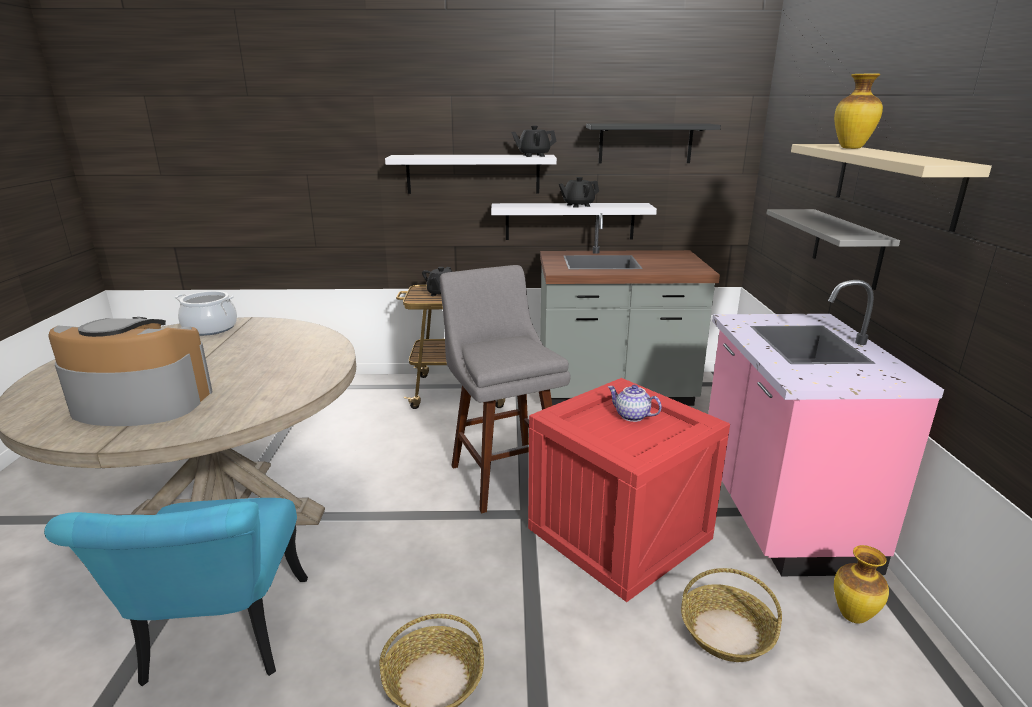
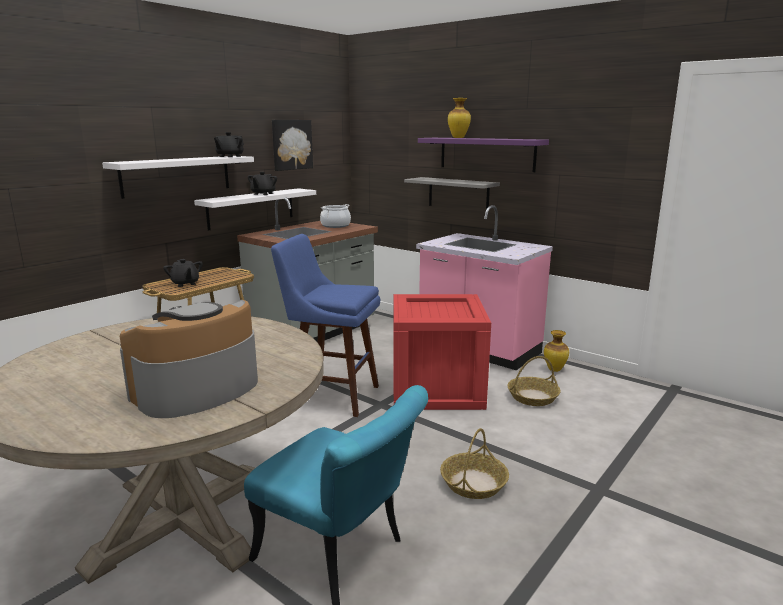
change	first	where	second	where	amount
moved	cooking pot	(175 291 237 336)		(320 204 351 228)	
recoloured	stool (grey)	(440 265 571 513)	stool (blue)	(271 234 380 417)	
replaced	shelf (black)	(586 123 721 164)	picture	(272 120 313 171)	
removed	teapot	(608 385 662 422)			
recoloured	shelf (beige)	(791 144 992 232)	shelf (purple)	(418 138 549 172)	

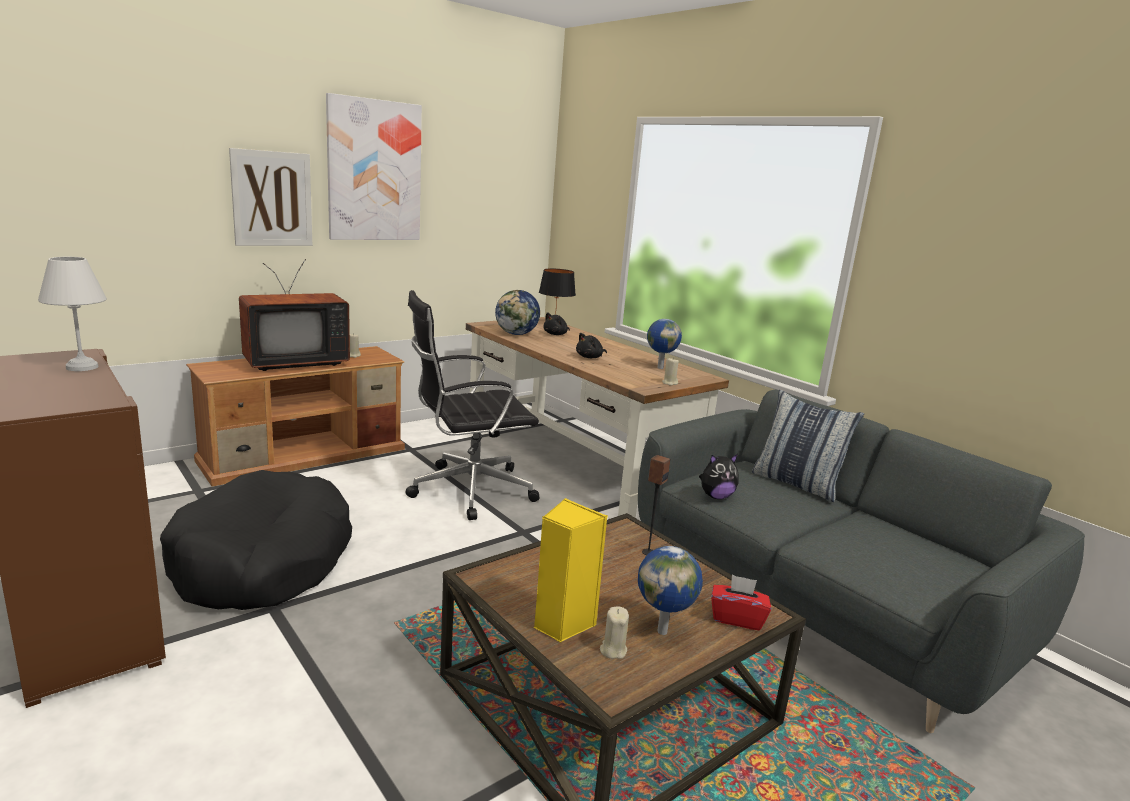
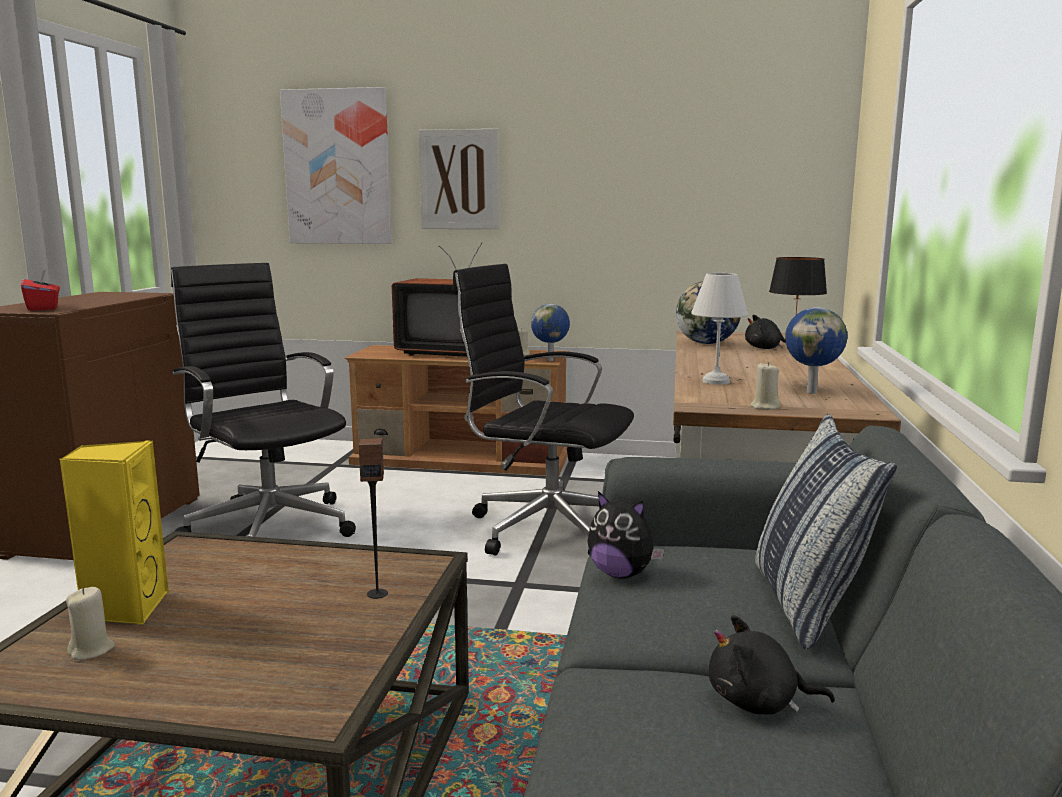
change	first	where	second	where	amount
moved	table lamp (white)	(38 257 107 371)		(691 273 748 385)	
replaced	dog bed (black)	(160 470 352 610)	office chair (black)	(171 263 356 537)	
moved	picture	(326 93 422 240)		(280 87 392 244)	
moved	plush toy (black)	(576 333 607 358)		(709 615 835 715)	
moved	globe	(638 546 703 635)		(531 304 570 361)	
moved	tissue box (red)	(711 575 771 630)		(21 270 60 311)	

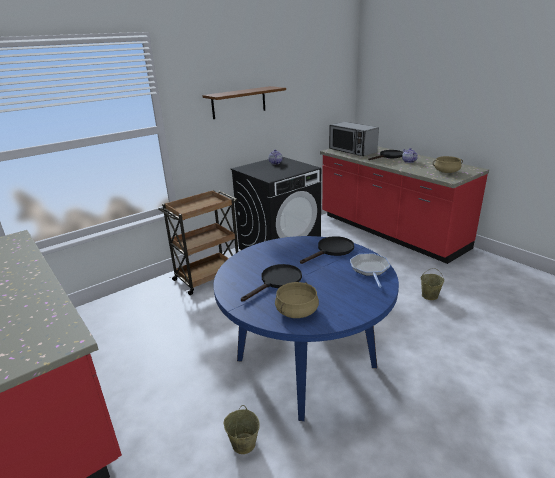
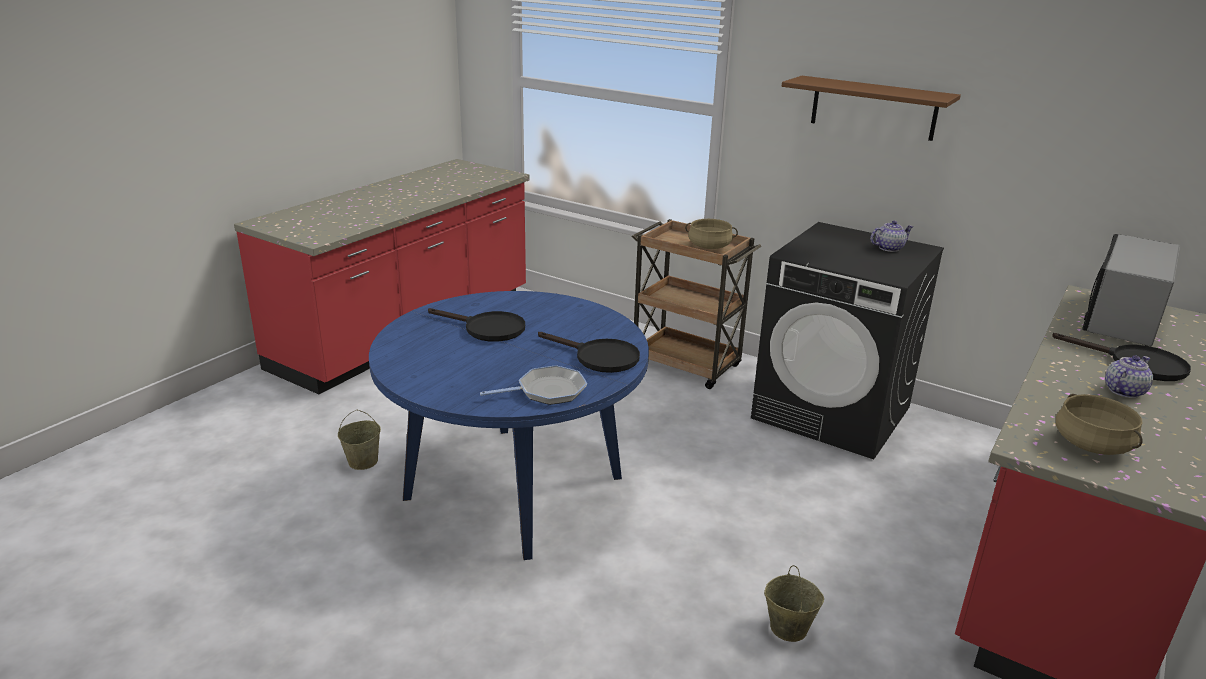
change	first	where	second	where	amount
moved	cooking pot (beige)	(275 282 319 318)		(685 219 738 249)	

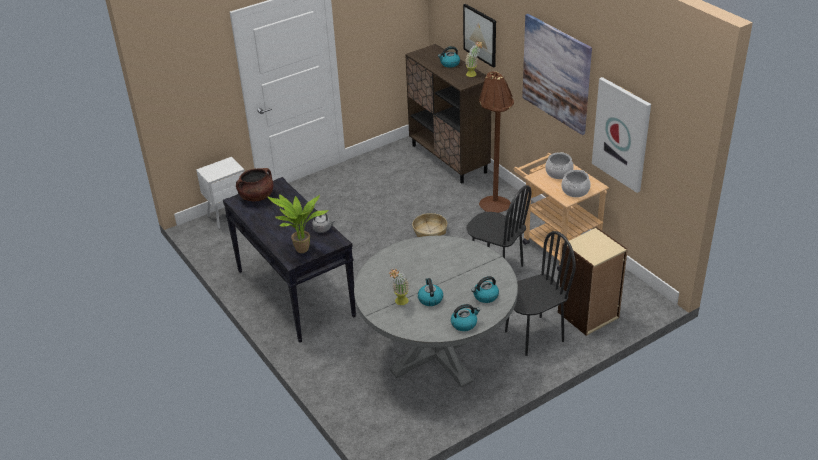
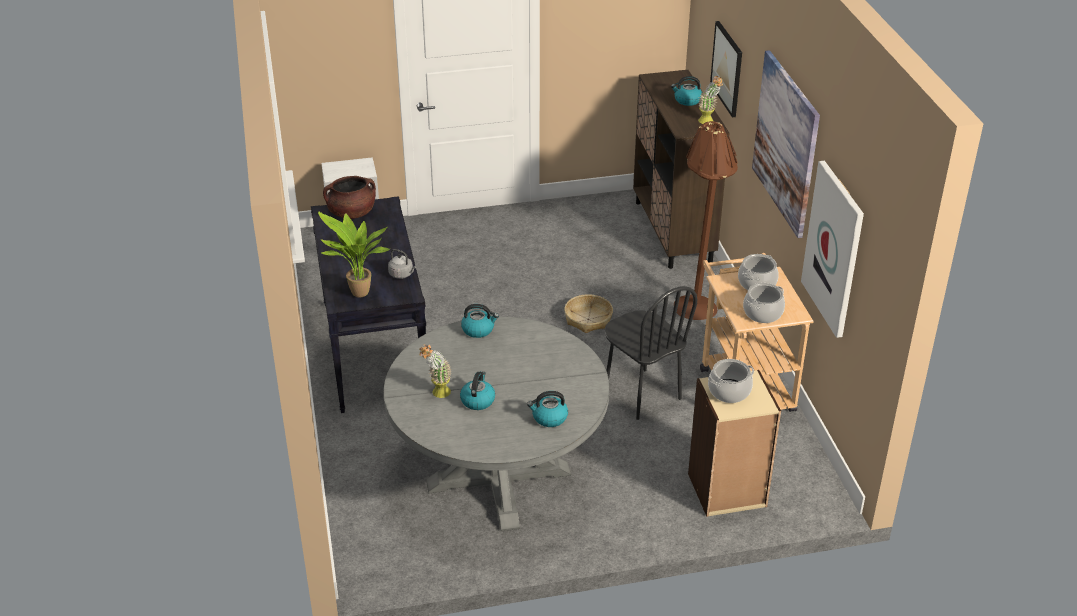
change	first	where	second	where	amount
moved	kettle	(451 304 480 331)		(461 304 499 338)	
removed	chair (black)	(505 231 576 356)			
added			cooking pot	(708 359 754 403)	

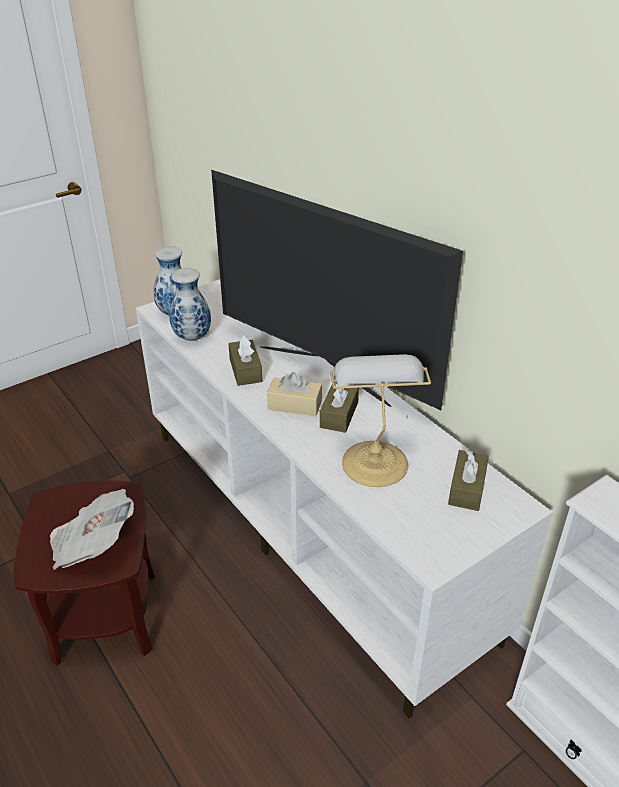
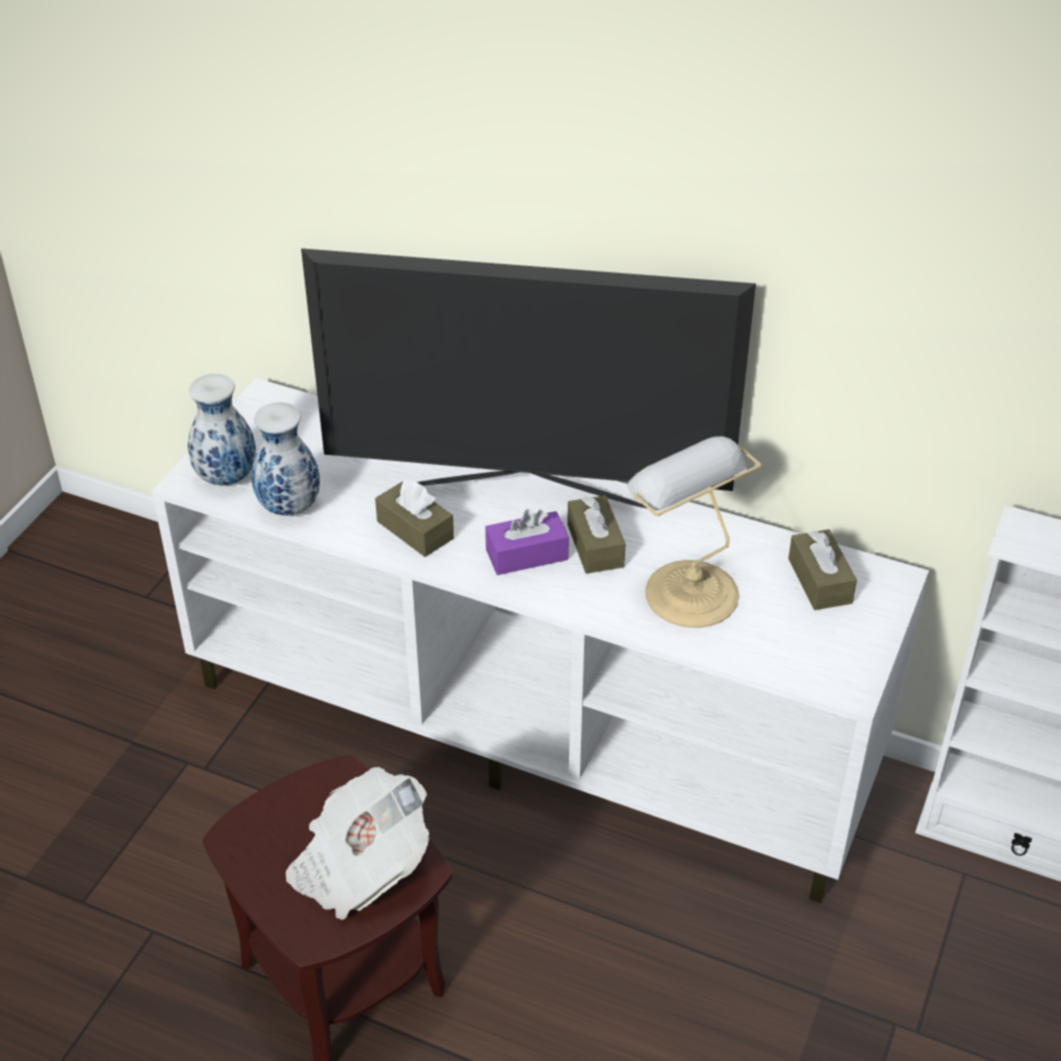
change	first	where	second	where	amount
recoloured	tissue box (beige)	(267 372 322 416)	tissue box (purple)	(485 509 569 575)	

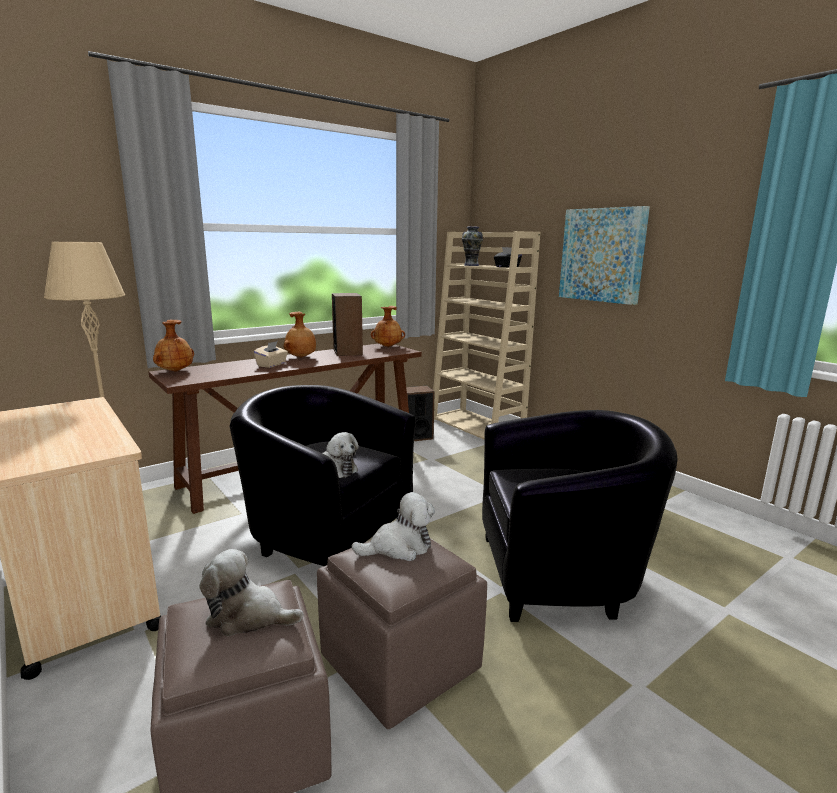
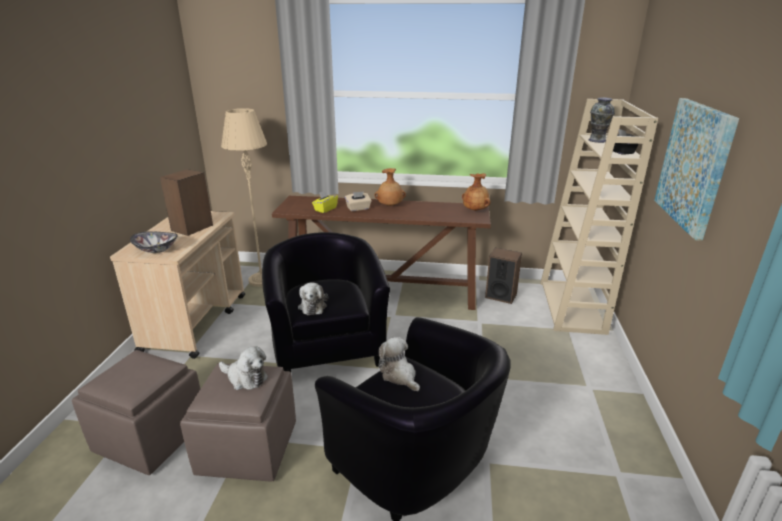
change	first	where	second	where	amount
removed	vase (brown)	(153 320 194 372)			
moved	plush toy	(199 549 304 636)		(379 337 420 391)	
moved	speaker	(332 293 363 356)		(160 169 213 236)	
added			bowl	(130 231 178 253)	
added			tissue box (yellow)	(312 190 338 213)	

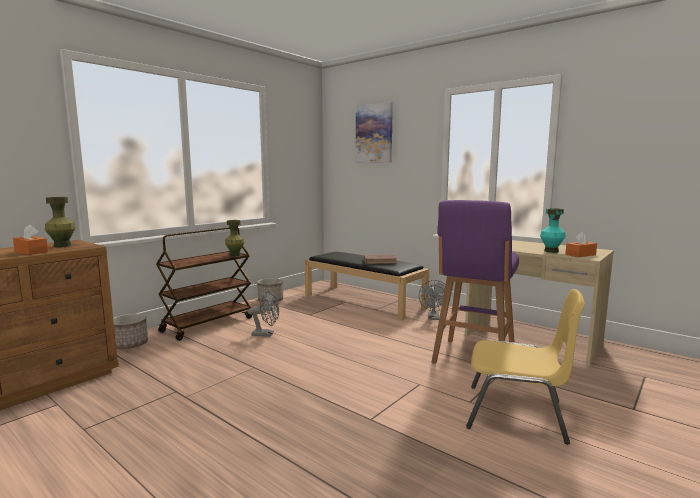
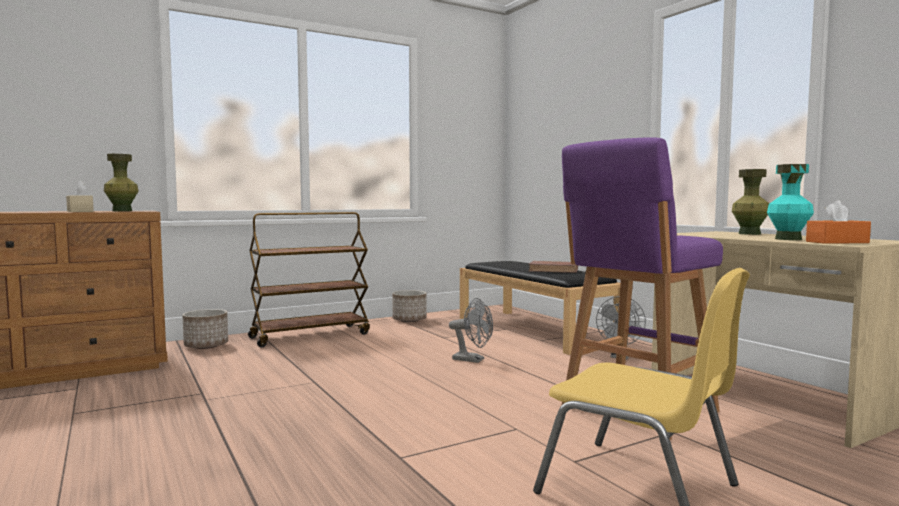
change	first	where	second	where	amount
recoloured	tissue box (orange)	(13 225 48 255)	tissue box (beige)	(66 180 94 212)	
moved	vase (green)	(225 220 244 257)		(732 169 769 235)	
moved	fan (grey)	(247 292 279 336)		(449 298 493 363)	
removed	picture	(356 102 393 163)			

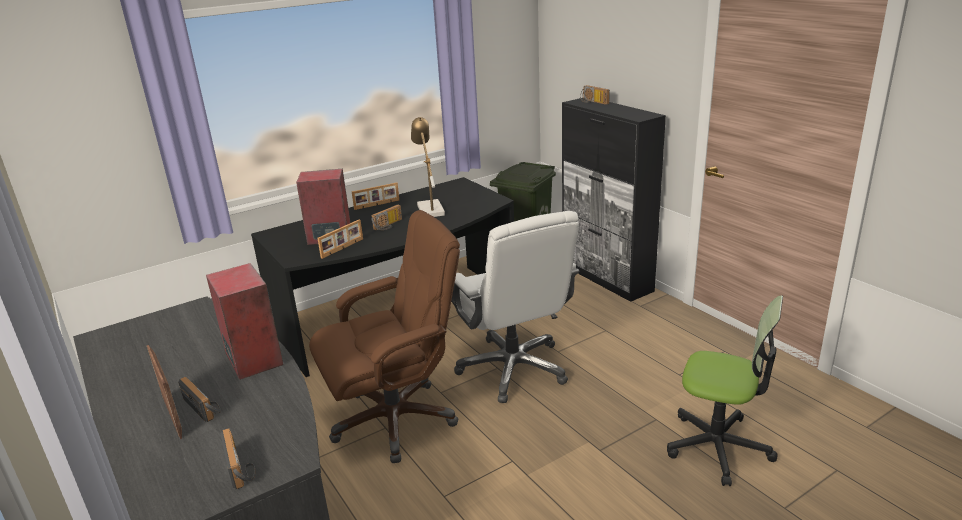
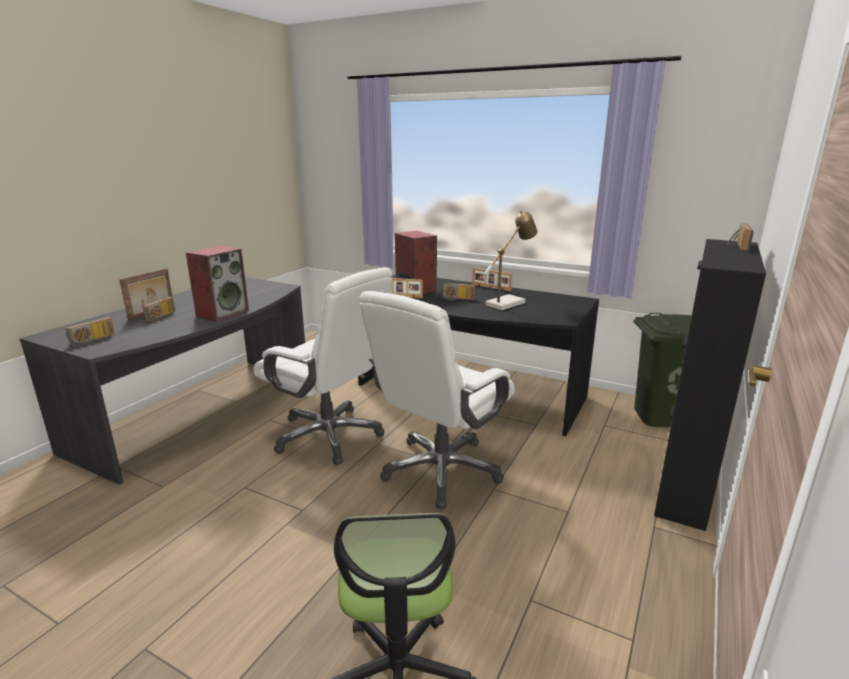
change	first	where	second	where	amount
recoloured	office chair (brown)	(309 210 460 463)	office chair (white)	(253 267 392 465)	

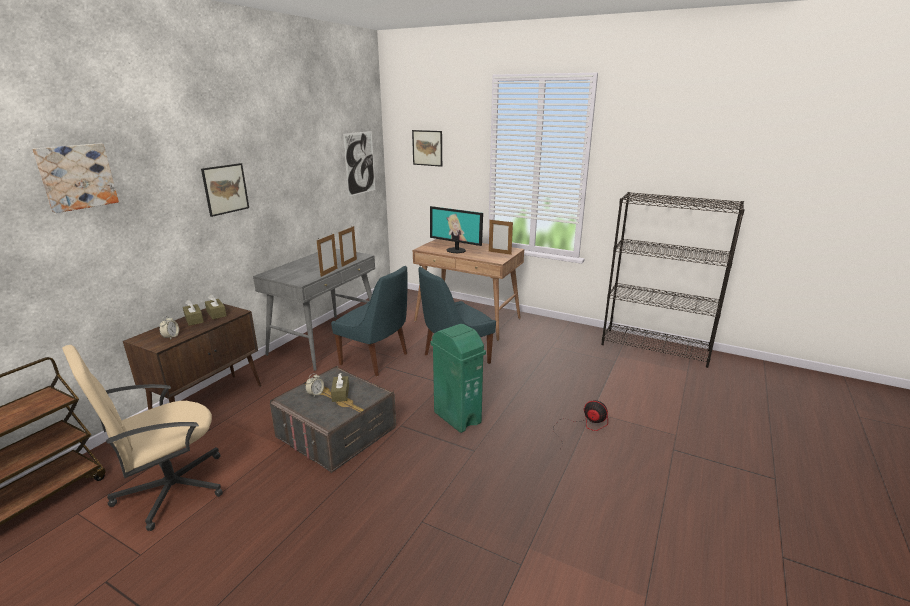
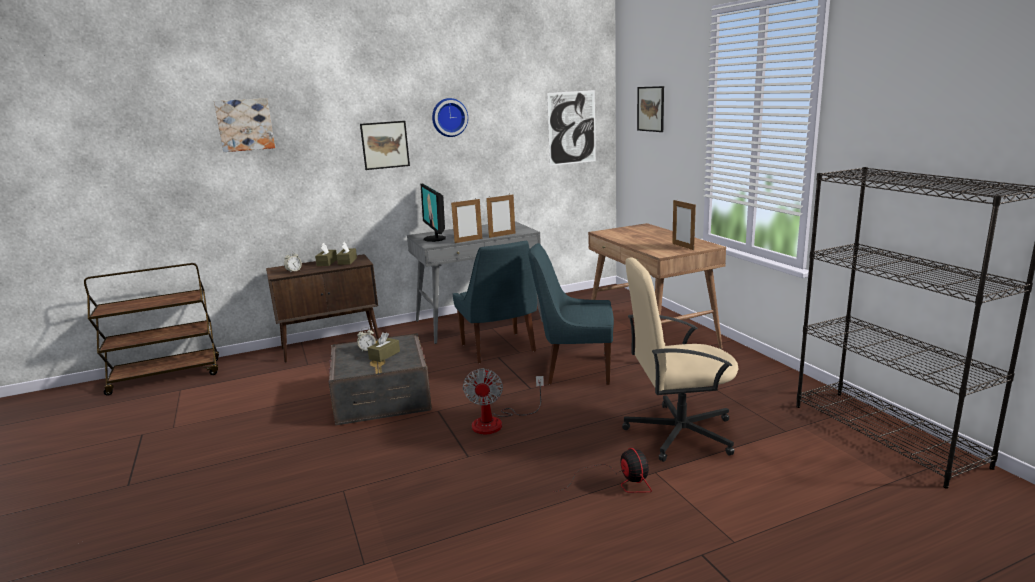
change	first	where	second	where	amount
moved	office chair (beige)	(62 345 223 531)		(622 257 738 462)	
moved	monitor	(430 206 483 253)		(421 184 446 242)	
replaced	trash can (green)	(430 324 486 433)	fan	(463 368 544 434)	
added			wall clock	(432 98 468 137)	

